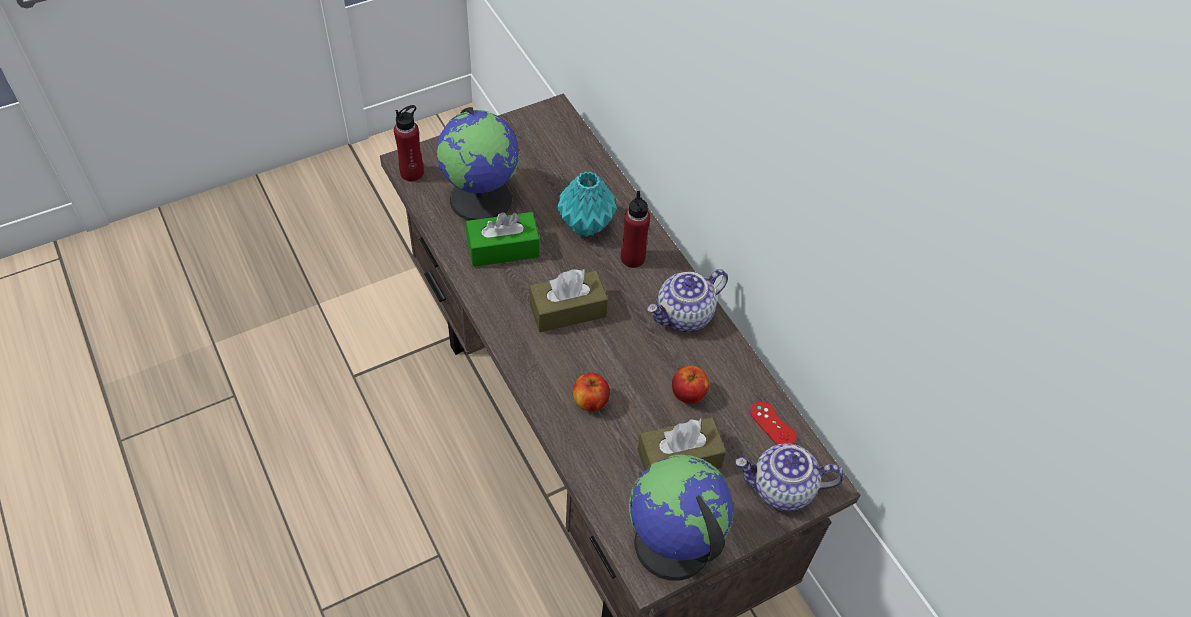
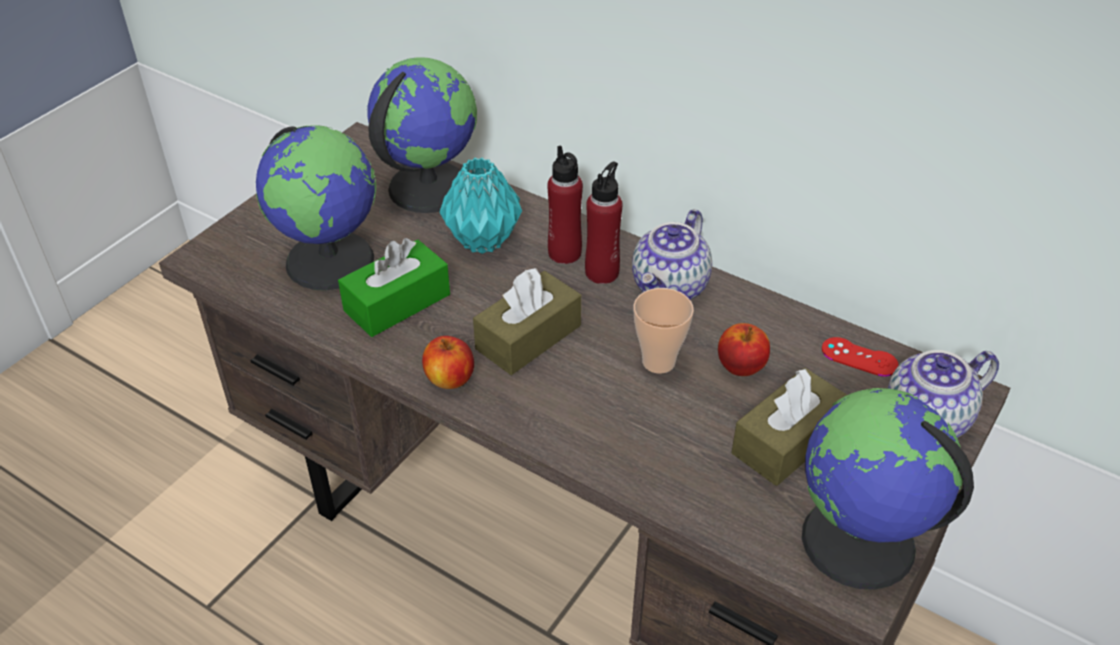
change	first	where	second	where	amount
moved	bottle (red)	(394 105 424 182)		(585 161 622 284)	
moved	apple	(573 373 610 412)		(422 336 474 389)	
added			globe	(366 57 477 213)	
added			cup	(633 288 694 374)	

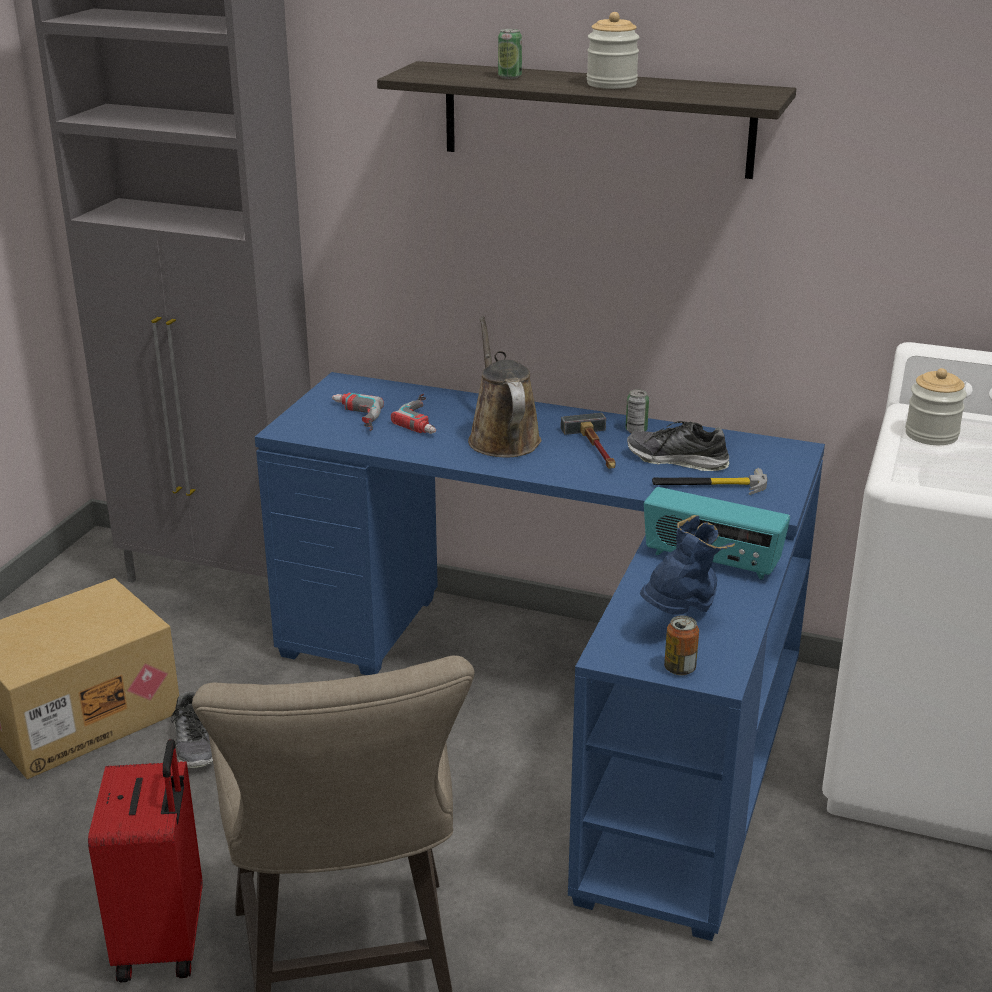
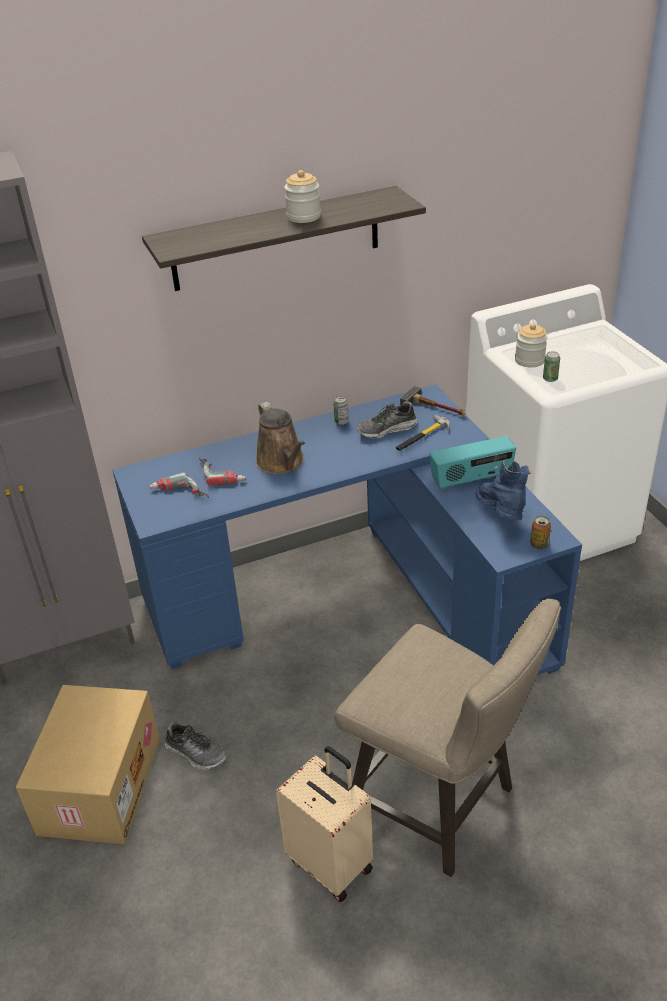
change	first	where	second	where	amount
recoloured	suitcase (red)	(88 739 202 982)	suitcase (beige)	(276 746 373 902)	
turned	watering can (brown)	(468 317 541 458)		(256 402 305 474)	150 degrees counterclockwise
moved	can	(498 28 522 79)		(543 351 560 382)	
moved	hammer	(561 413 615 469)		(400 386 466 416)	

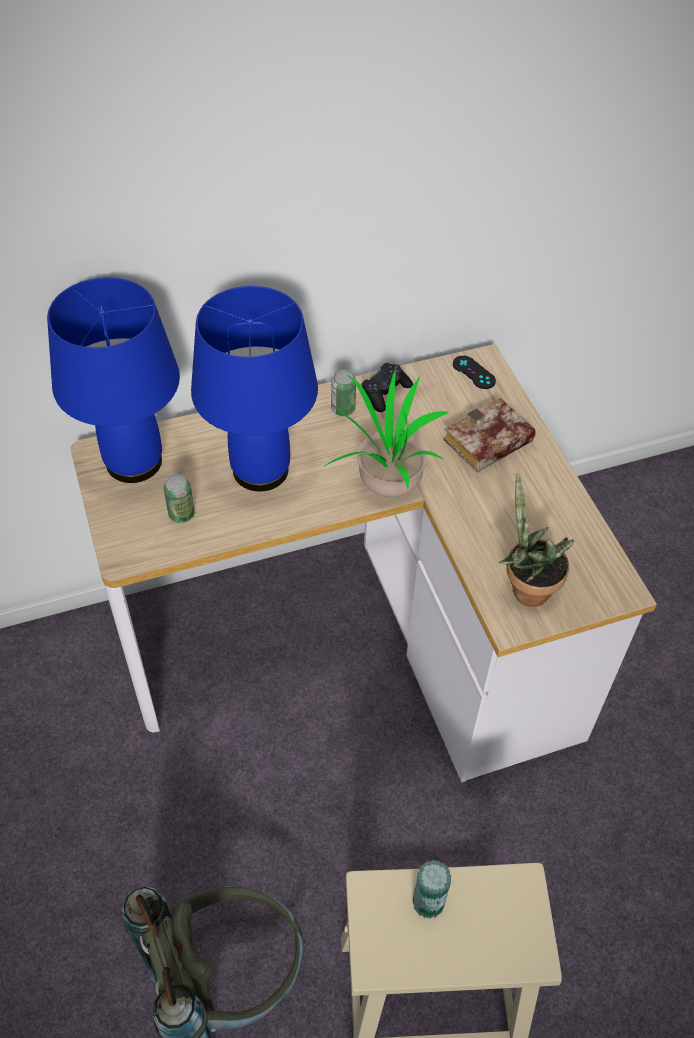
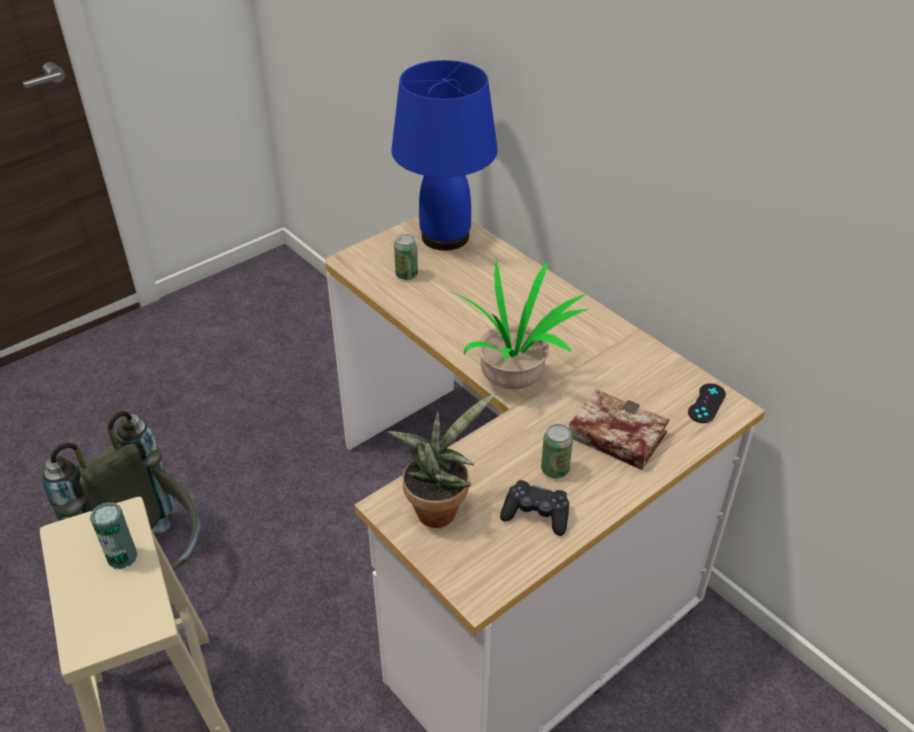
change	first	where	second	where	amount
removed	table lamp (blue)	(191 286 318 491)			
moved	can	(331 369 356 416)		(541 424 573 478)	
moved	game controller (black)	(361 363 413 412)		(500 480 569 536)	

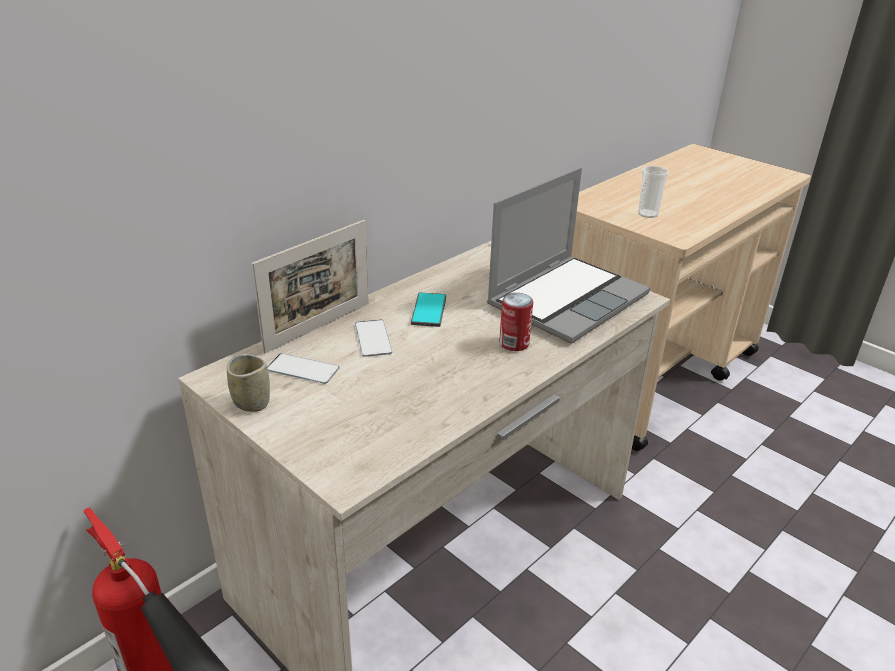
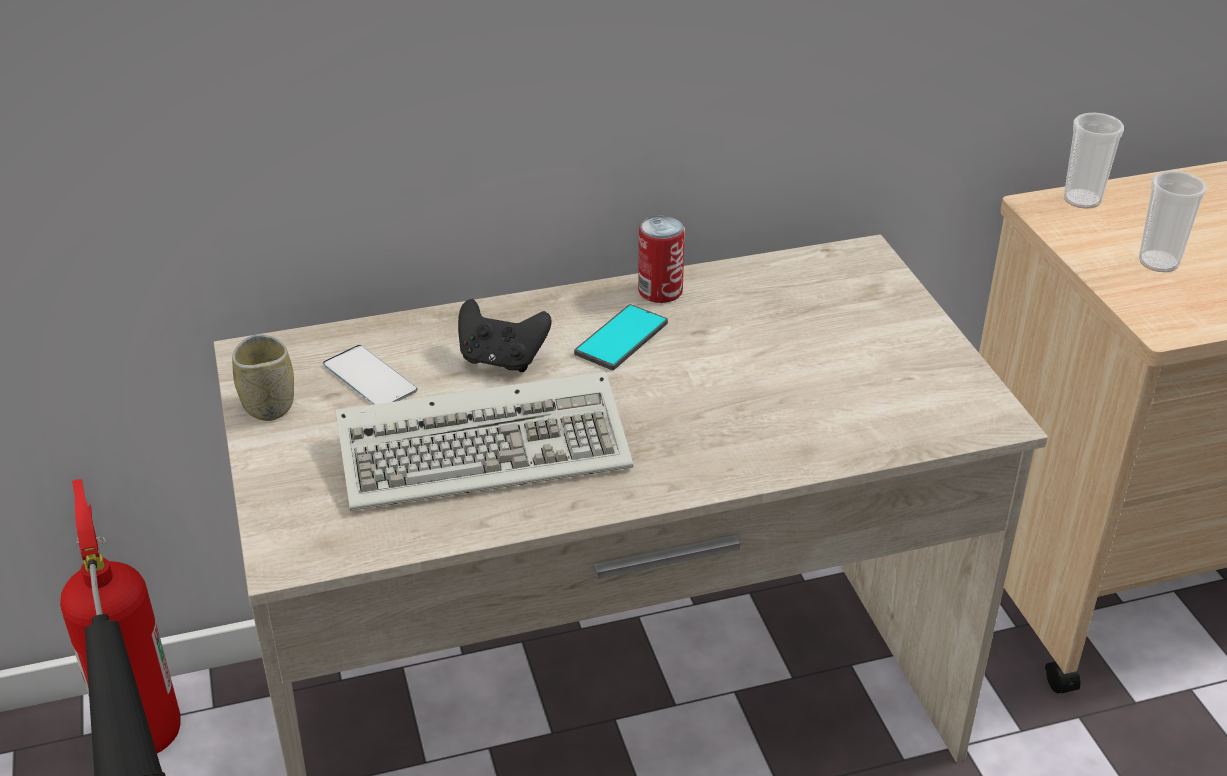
change	first	where	second	where	amount
removed	picture frame	(252 220 368 353)			
replaced	phone	(355 319 392 357)	game controller (black)	(458 299 552 372)	
removed	laptop	(487 168 650 344)			
moved	can	(499 293 533 351)		(638 216 685 303)	
added			keyboard	(336 372 633 511)	
added			cup	(1064 113 1124 209)	

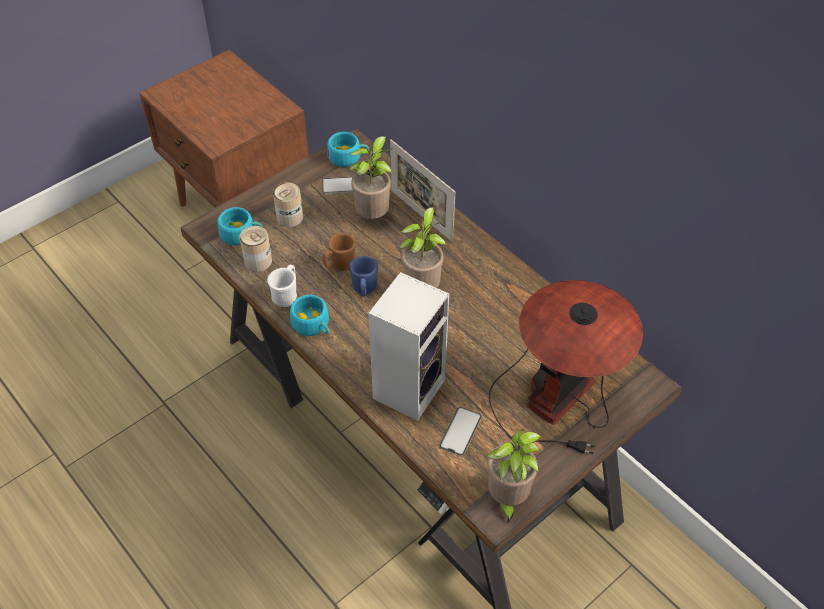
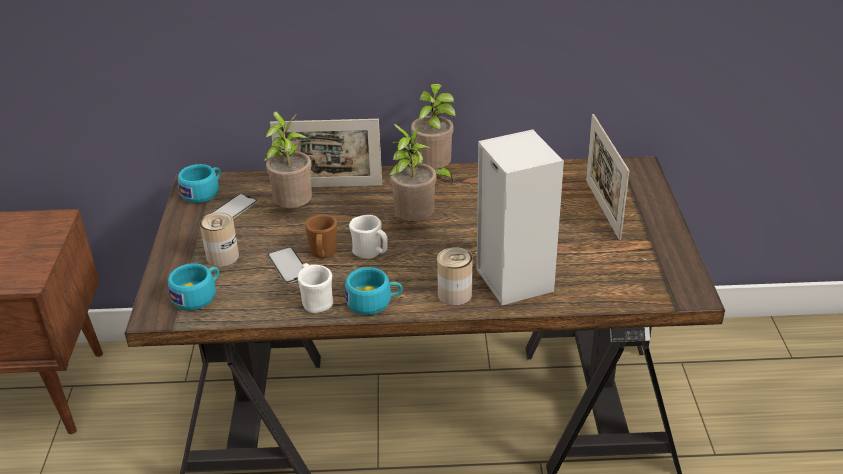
change	first	where	second	where	amount
moved	can	(239 226 272 272)		(437 247 472 305)	
recoloured	mug (blue)	(349 256 378 296)	mug (white)	(349 215 388 259)	
moved	phone	(439 407 482 456)		(267 247 303 284)	
moved	potted plant	(487 429 541 524)		(411 84 456 182)	
replaced	table lamp	(489 280 643 454)	picture frame	(586 114 630 240)	

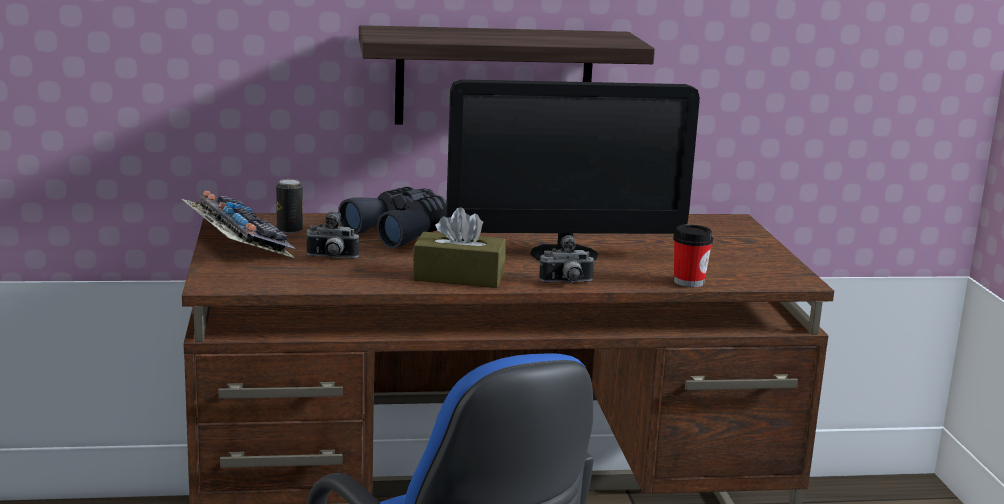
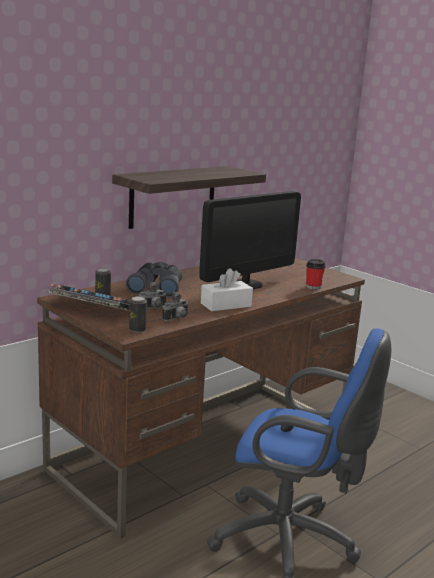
change	first	where	second	where	amount
recoloured	tissue box (brown)	(413 207 506 288)	tissue box (white)	(201 268 253 311)	
moved	photo camera	(539 235 595 283)		(162 292 188 321)	
added			can	(129 296 147 333)	

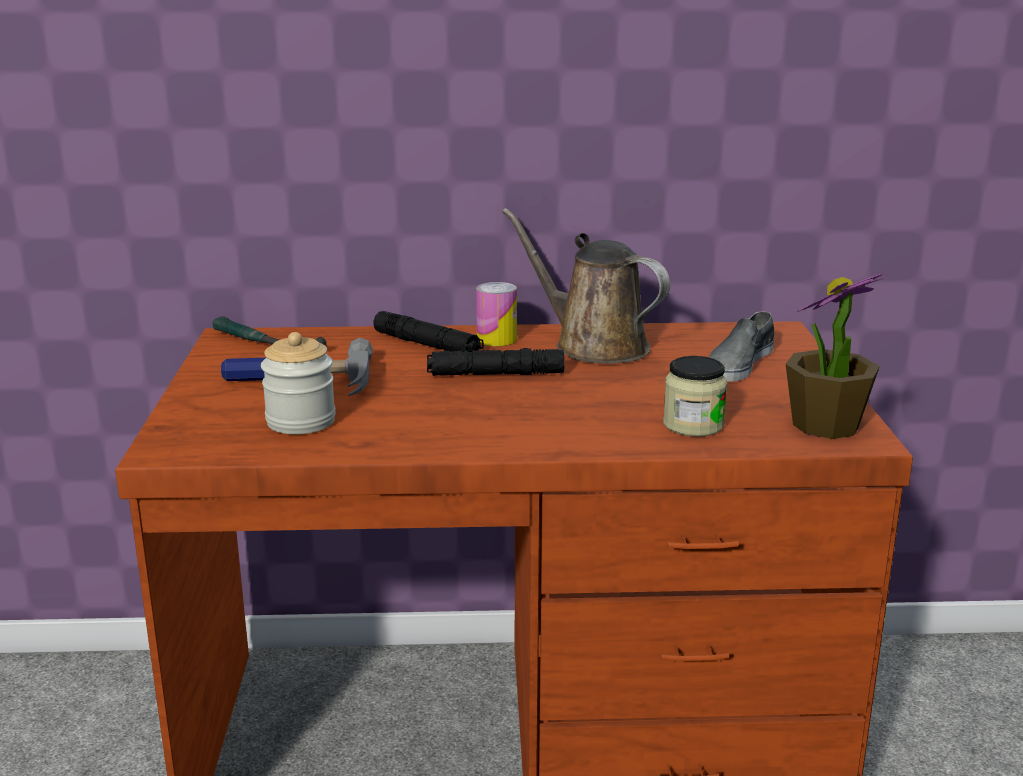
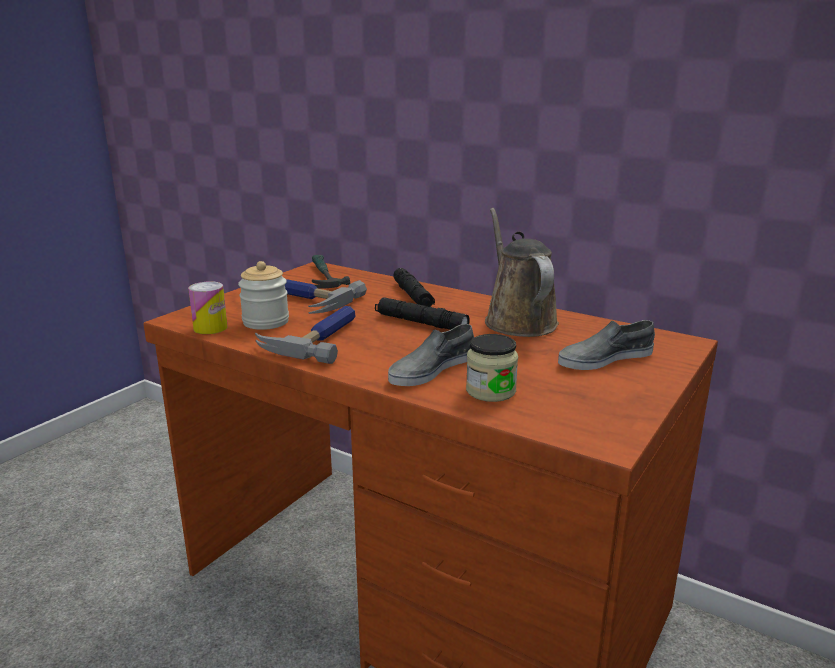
change	first	where	second	where	amount
moved	can	(476 282 517 346)		(188 281 228 334)	
removed	potted plant	(786 274 885 439)			
added			hammer	(255 306 356 364)	
added			shoe (grey)	(388 324 474 386)	

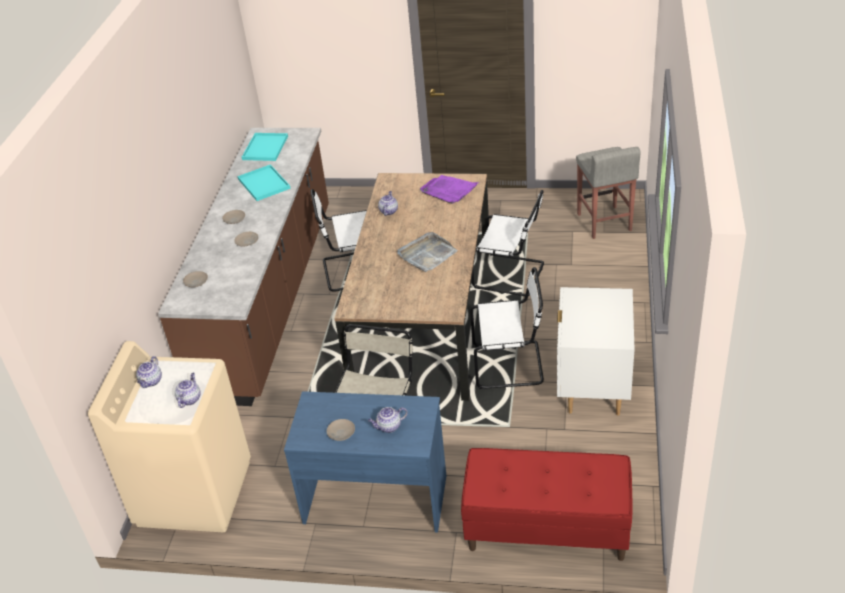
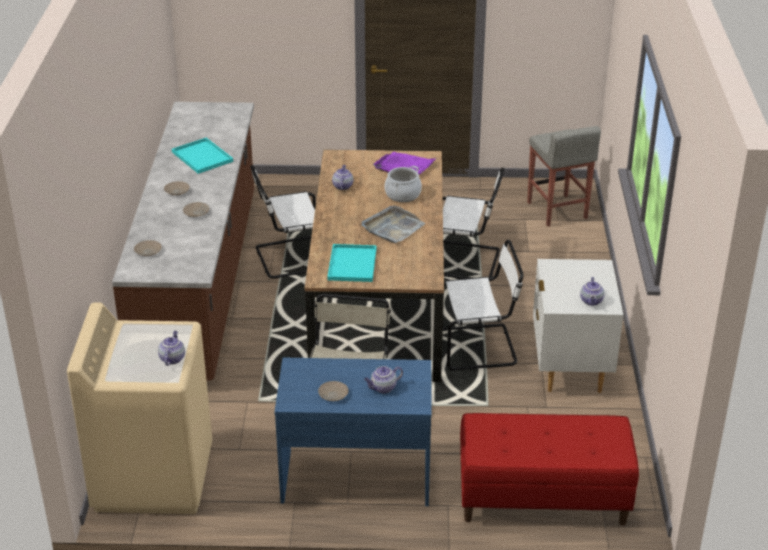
change	first	where	second	where	amount
moved	teapot	(136 356 162 388)		(580 277 605 306)	
moved	tray (turquoise)	(242 133 288 161)		(327 244 377 282)	
added			cooking pot	(384 166 422 202)	

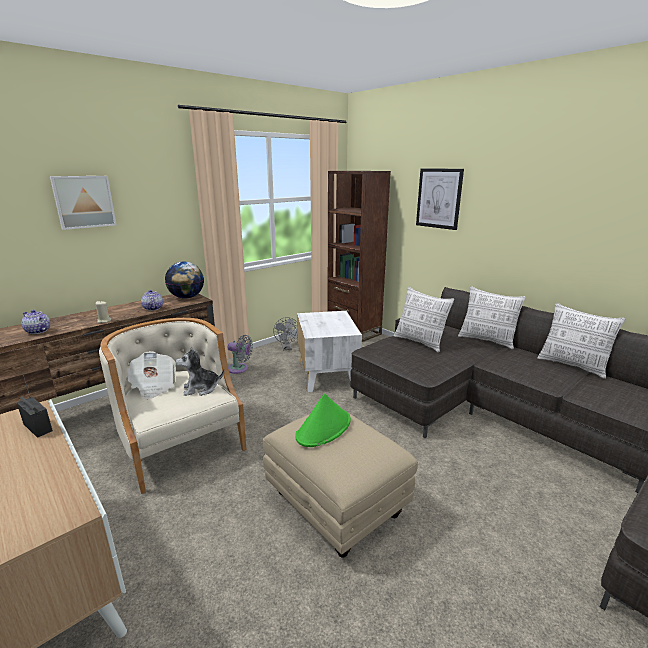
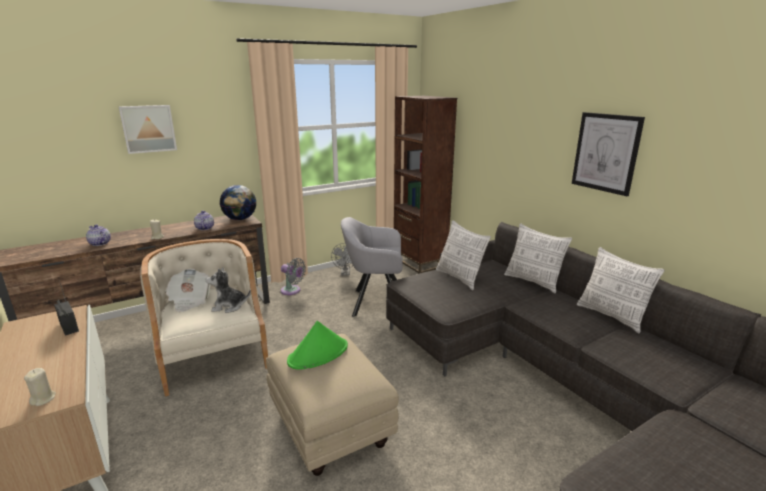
change	first	where	second	where	amount
replaced	side table (white)	(297 311 362 392)	armchair (grey)	(341 217 403 317)	
moved	picture	(416 168 464 230)		(572 112 645 196)	
added			candle (beige)	(24 368 56 406)	

